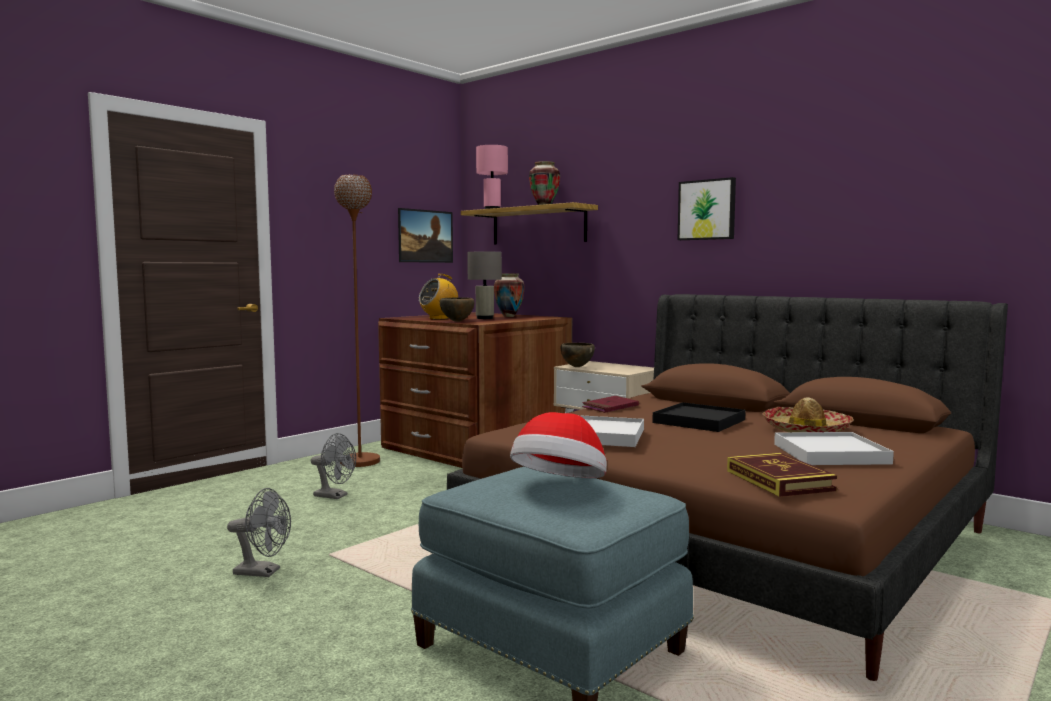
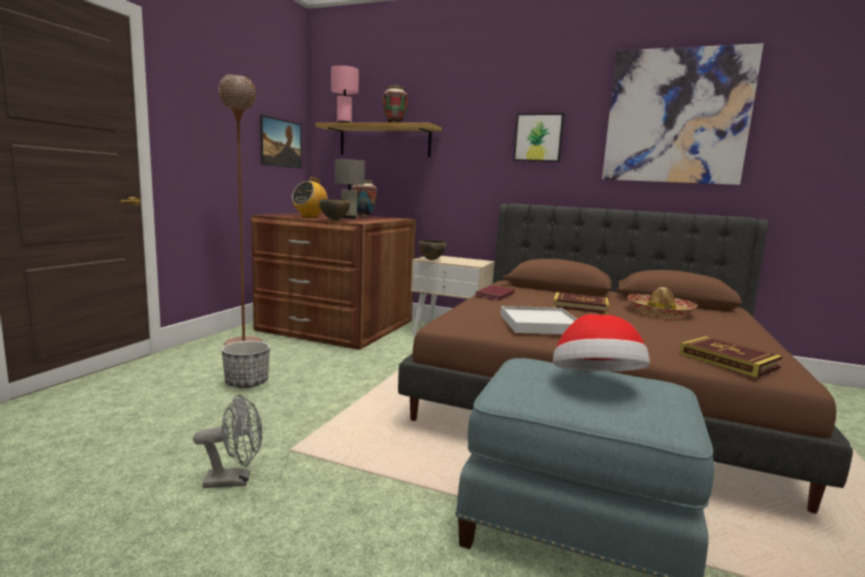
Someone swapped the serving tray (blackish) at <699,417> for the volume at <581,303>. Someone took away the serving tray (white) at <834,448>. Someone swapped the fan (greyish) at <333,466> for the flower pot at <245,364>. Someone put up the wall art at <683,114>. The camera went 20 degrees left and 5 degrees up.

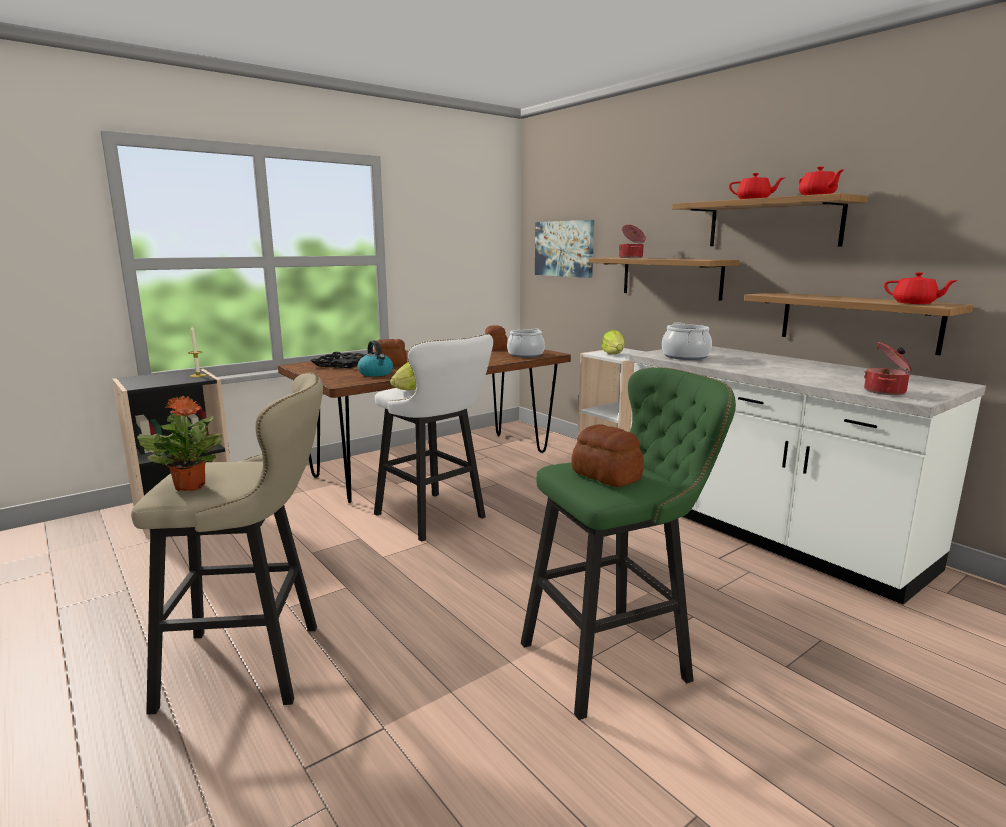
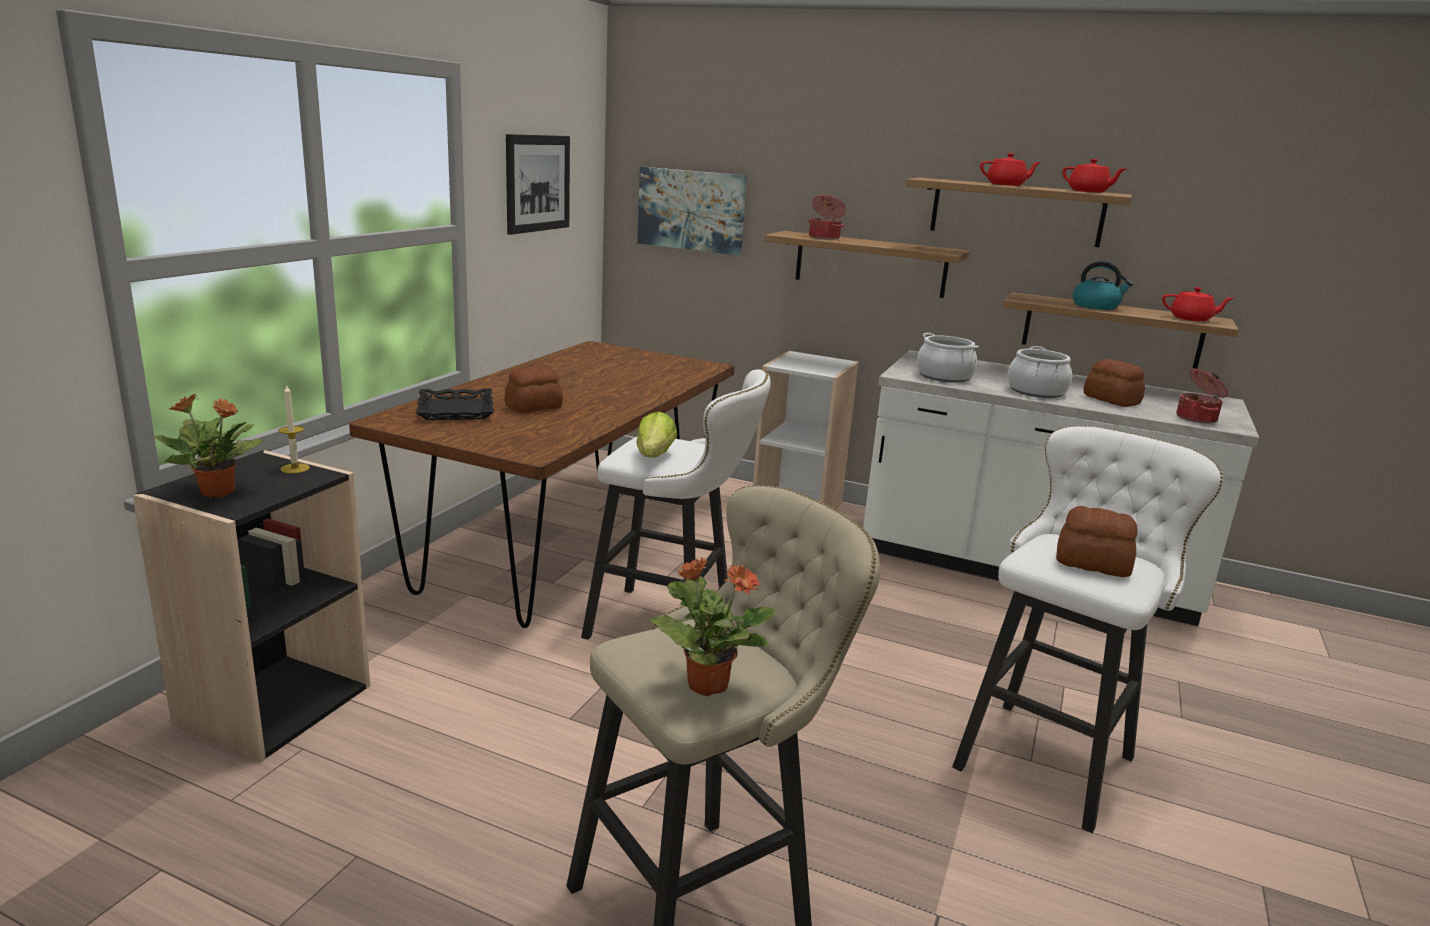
Someone carried the bread from <496,337> to <1114,383>. Someone carried the saucepot from <526,343> to <1039,372>. Someone took away the lettuce head at <613,342>. Someone carried the tea kettle from <375,358> to <1103,285>. Someone repainted the sitting stool (green-coloured) at <628,543>, which became the sitting stool (white) at <1087,629>. Someone put up the wall art at <538,184>. Someone put down the houseplant at <208,446>. The camera went 30 degrees left and 5 degrees up.

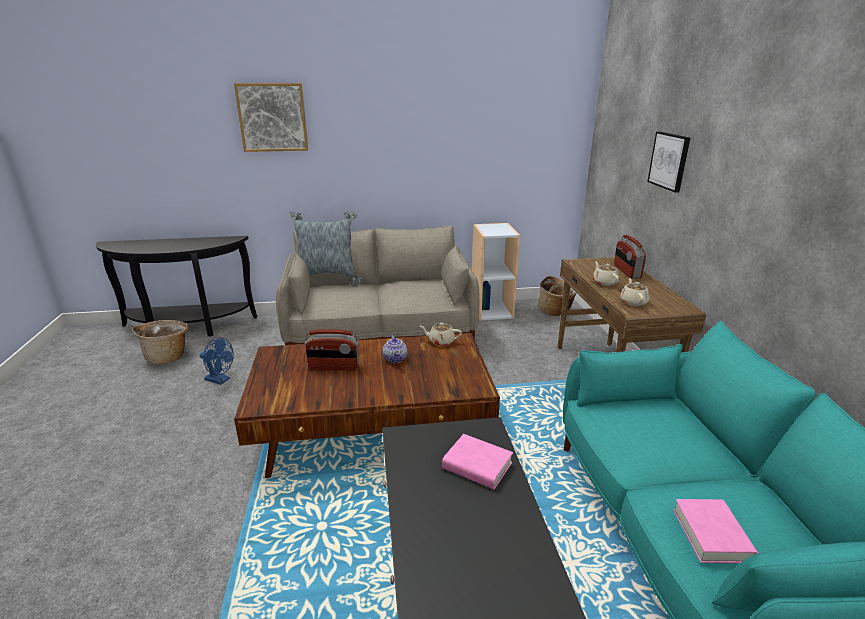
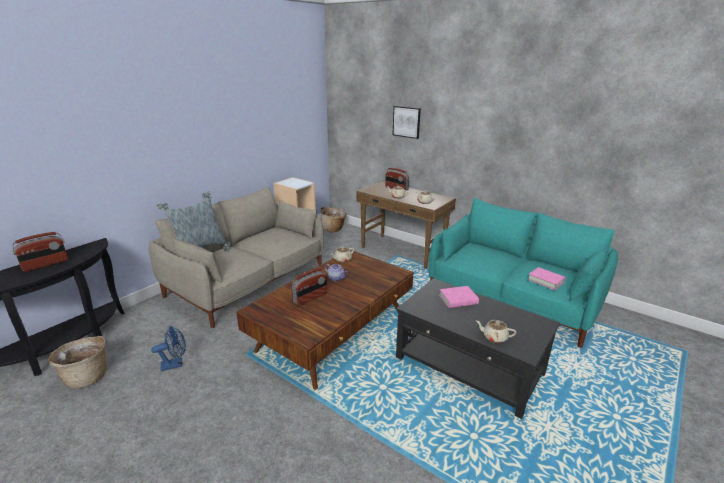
Someone took away the wall art at <271,117>. Someone put down the radio set at <40,252>. Someone put down the pot for tea (sand-coloured) at <496,331>. The camera went 45 degrees left and 0 degrees up.

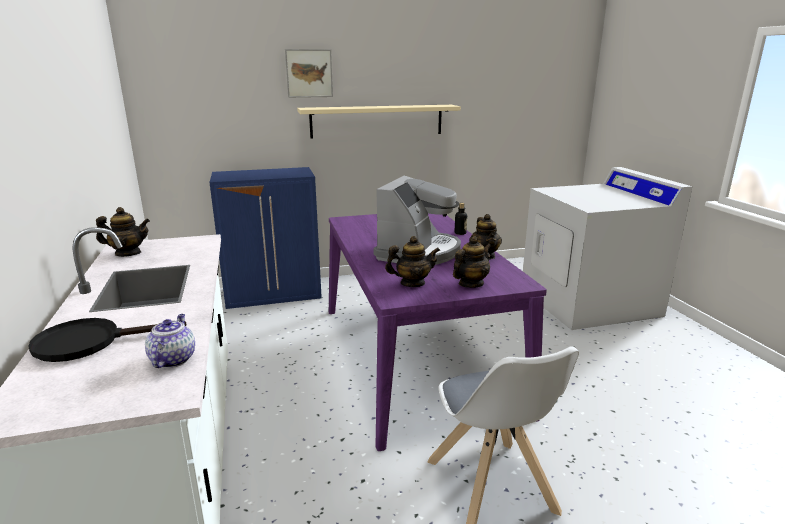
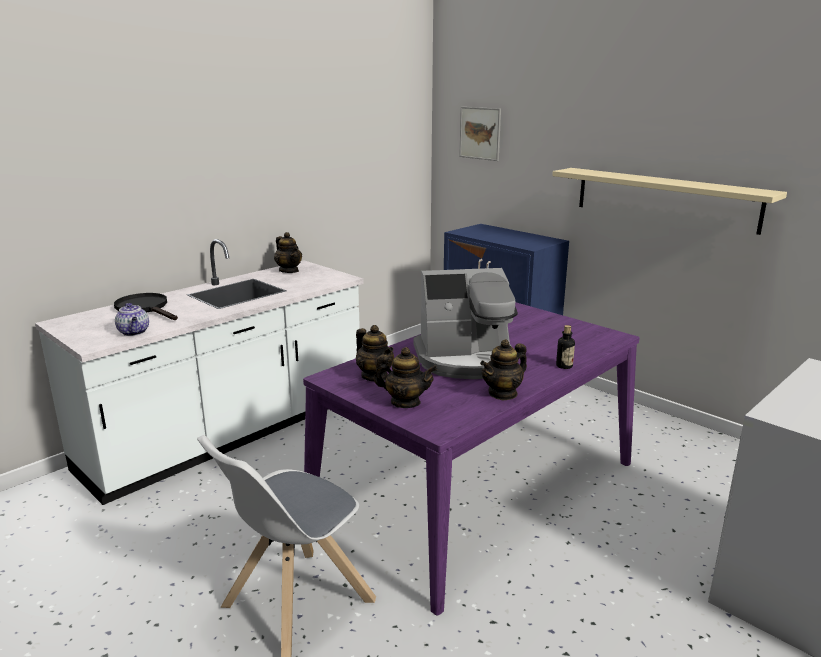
Someone carried the wall art from <309,73> to <480,134>. Someone rotated the pot for tea at <170,341> by 90 degrees clockwise. The camera went 60 degrees right and 0 degrees up.

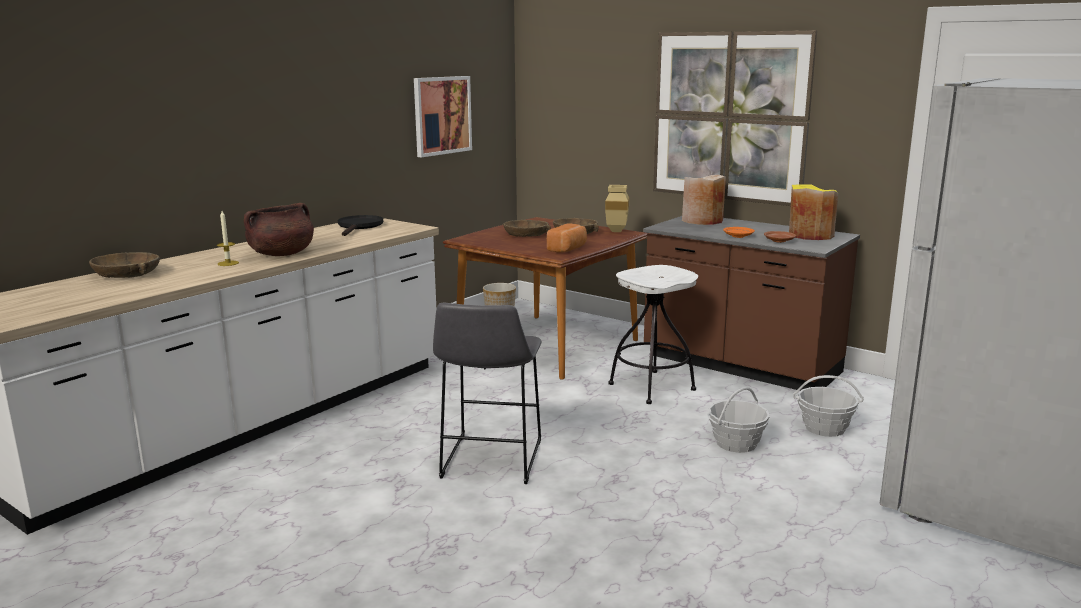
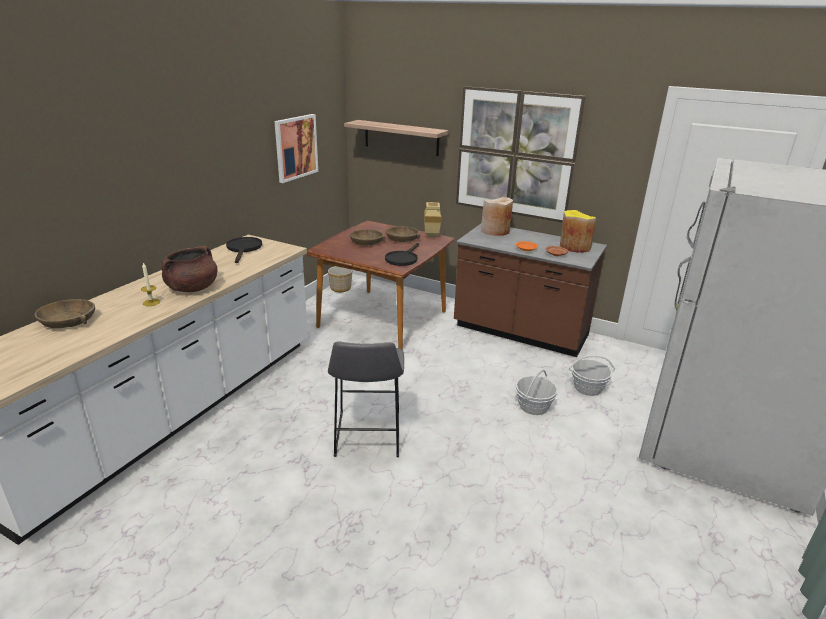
Someone swapped the bread at <567,238> for the frying pan (blackish) at <402,254>. Someone took away the sitting stool (white) at <653,334>. Someone put up the shelf at <396,138>. The camera went 10 degrees left and 10 degrees up.

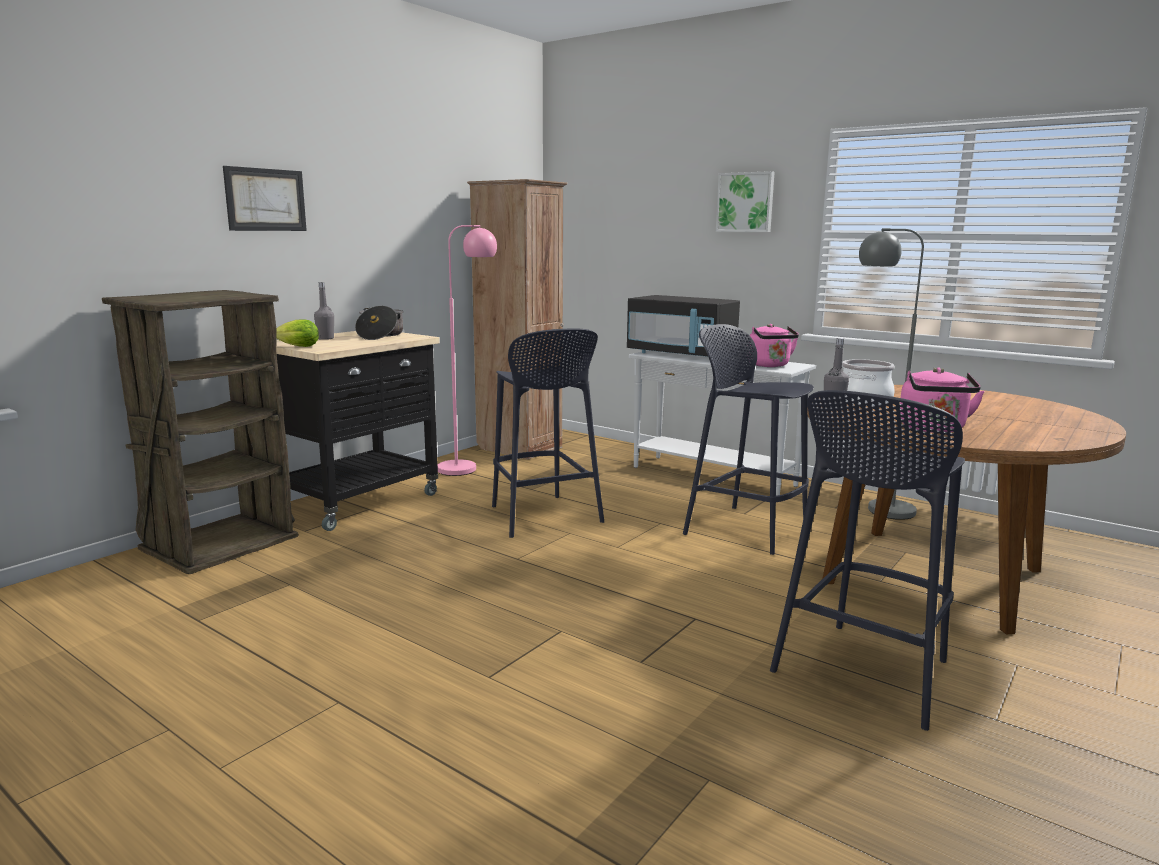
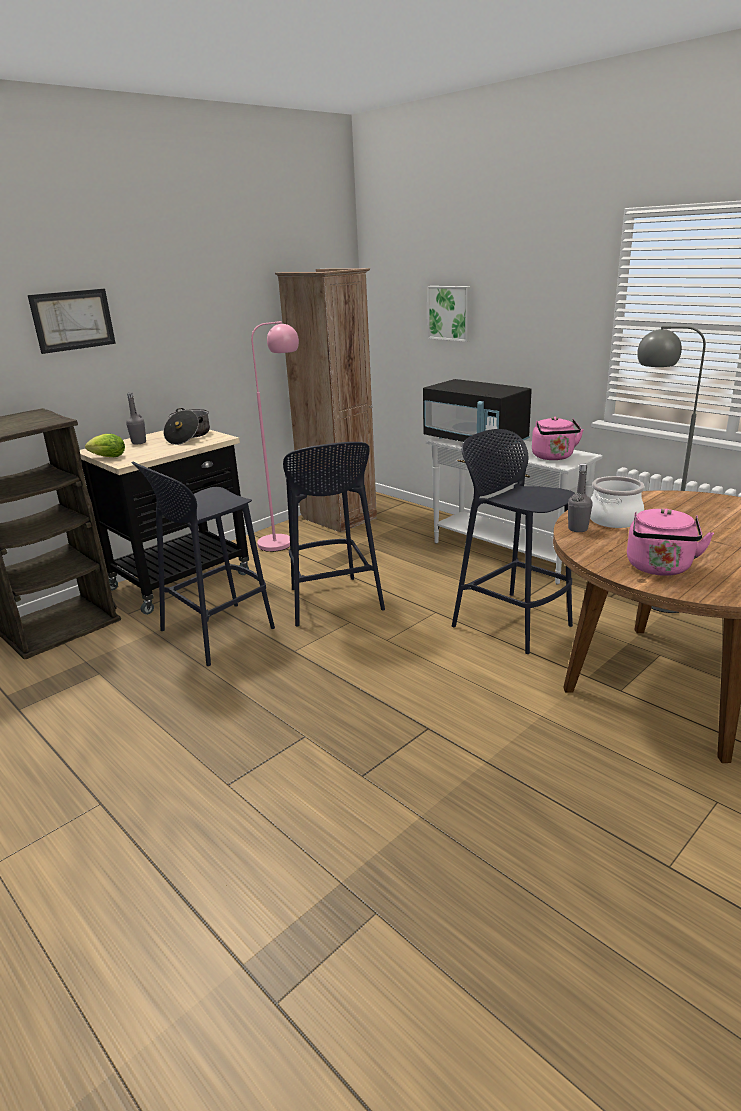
Someone carried the wall art from <745,201> to <449,314>. Someone carried the sitting stool (greyish) from <867,560> to <203,563>. The camera went 10 degrees right and 10 degrees up.

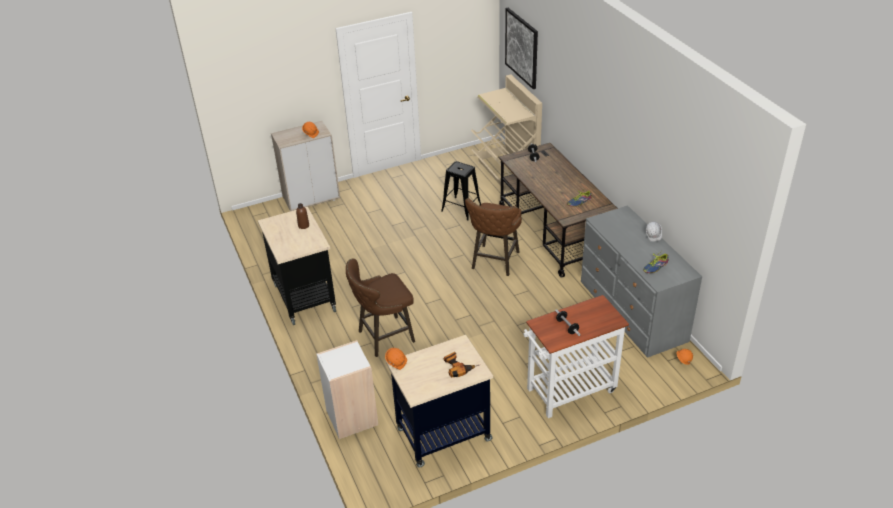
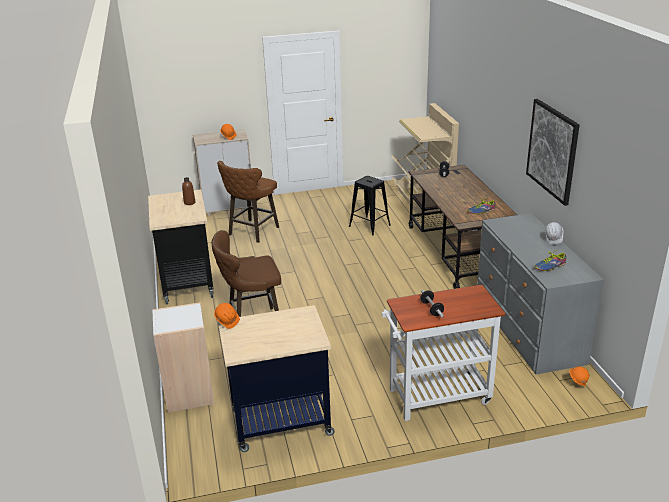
Someone carried the wall art from <521,48> to <553,152>. Someone carried the sitting stool (brown) from <493,237> to <248,202>. Someone took away the drill at <461,365>. The camera went 10 degrees right and 10 degrees down.

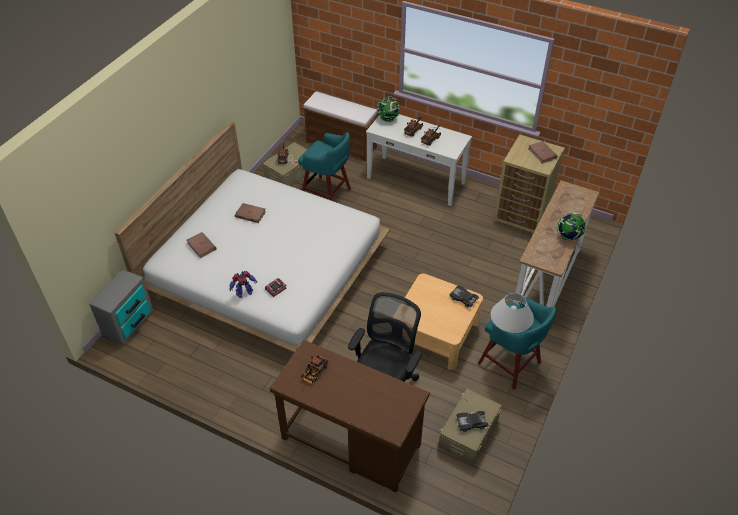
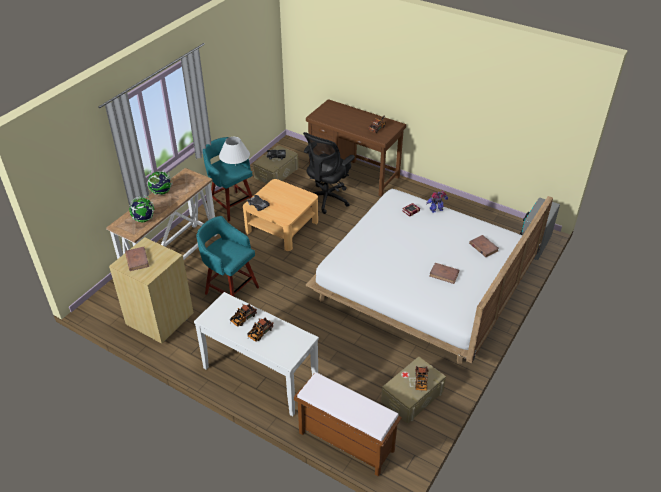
Someone carried the desk globe from <388,109> to <141,208>. Someone carried the sitting stool (turquoise-coloured) from <324,166> to <227,256>. The camera went 175 degrees left and 5 degrees down.

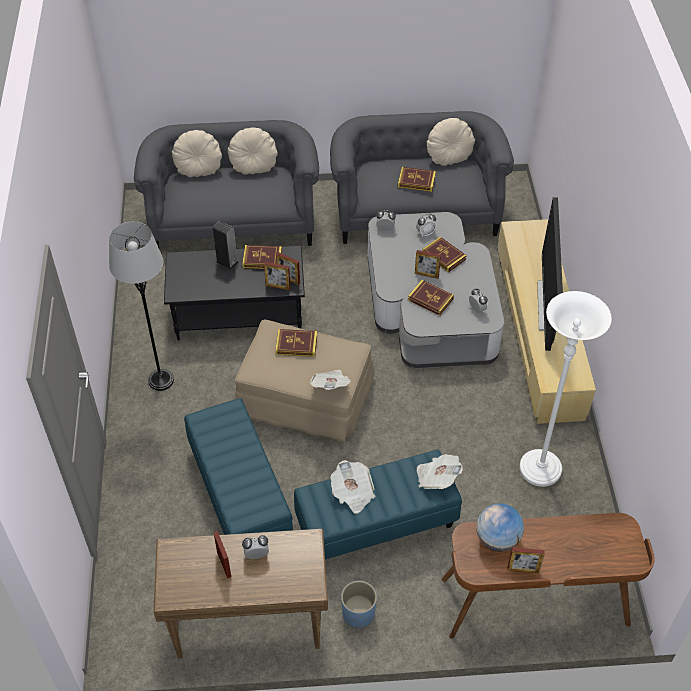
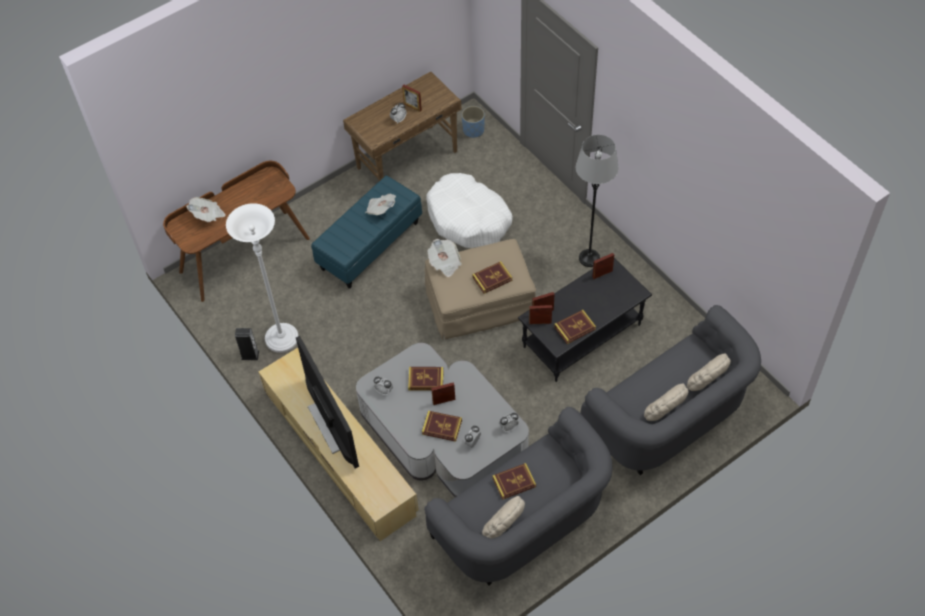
Someone carried the speaker from <226,245> to <247,344>. Someone swapped the ottoman (blue) at <238,466> for the pet bed (white) at <469,210>. Someone carried the printed paper from <440,471> to <206,209>. Someone took away the desk globe at <500,527>. Someone carried the photo frame from <526,560> to <603,266>. Someone carried the flower pot (blue) from <359,604> to <473,122>. The camera went 150 degrees right and 5 degrees up.

